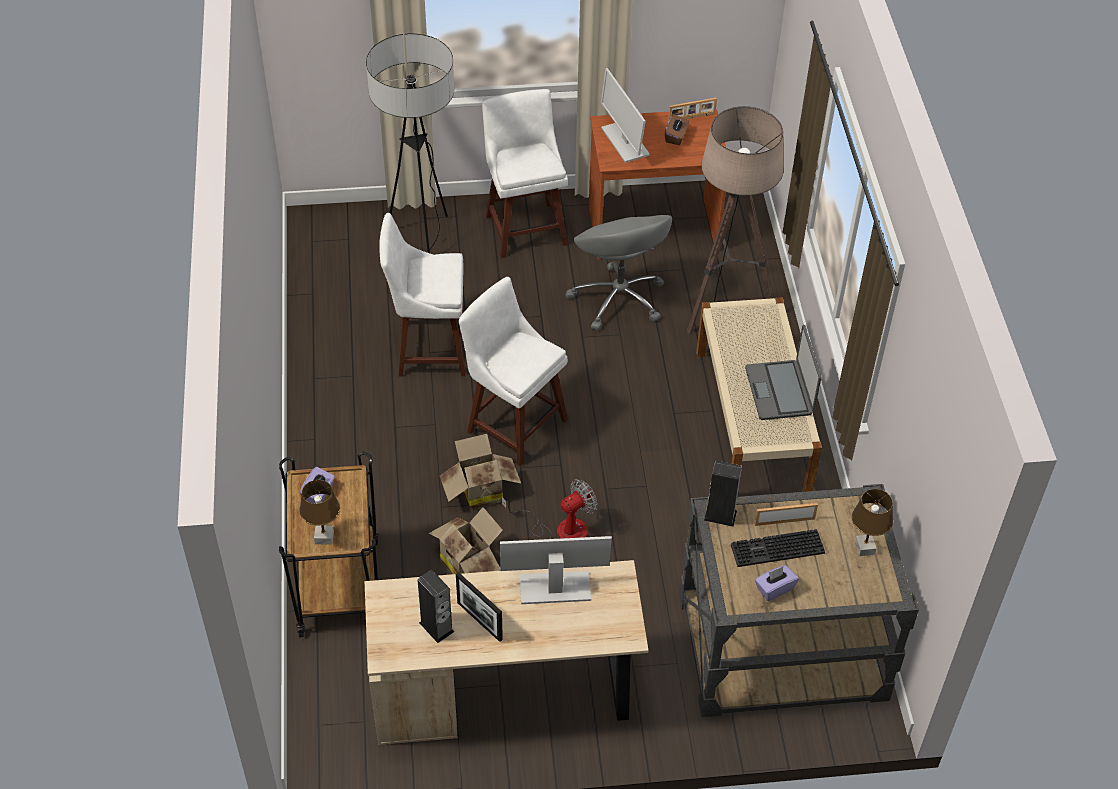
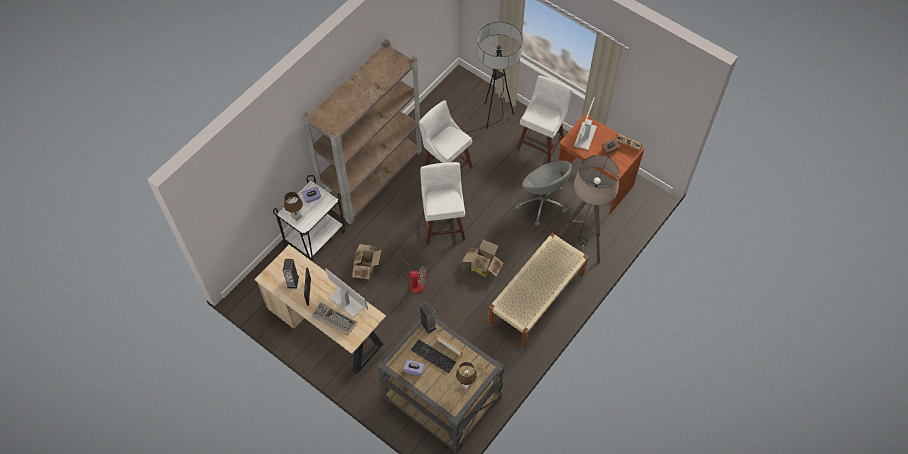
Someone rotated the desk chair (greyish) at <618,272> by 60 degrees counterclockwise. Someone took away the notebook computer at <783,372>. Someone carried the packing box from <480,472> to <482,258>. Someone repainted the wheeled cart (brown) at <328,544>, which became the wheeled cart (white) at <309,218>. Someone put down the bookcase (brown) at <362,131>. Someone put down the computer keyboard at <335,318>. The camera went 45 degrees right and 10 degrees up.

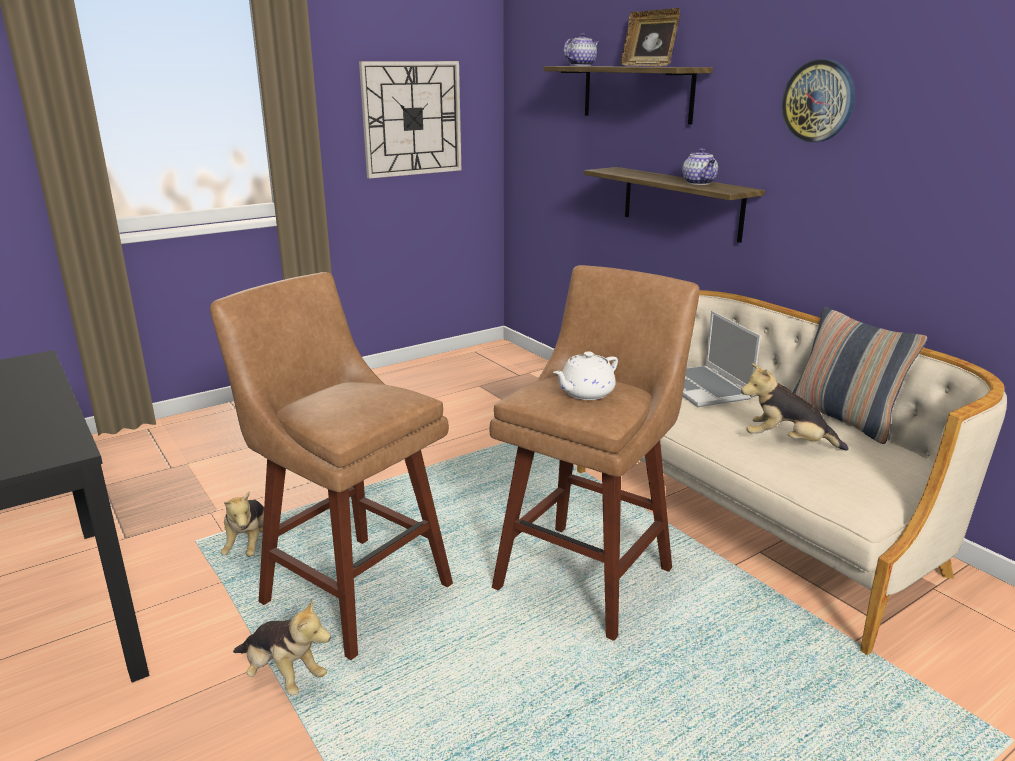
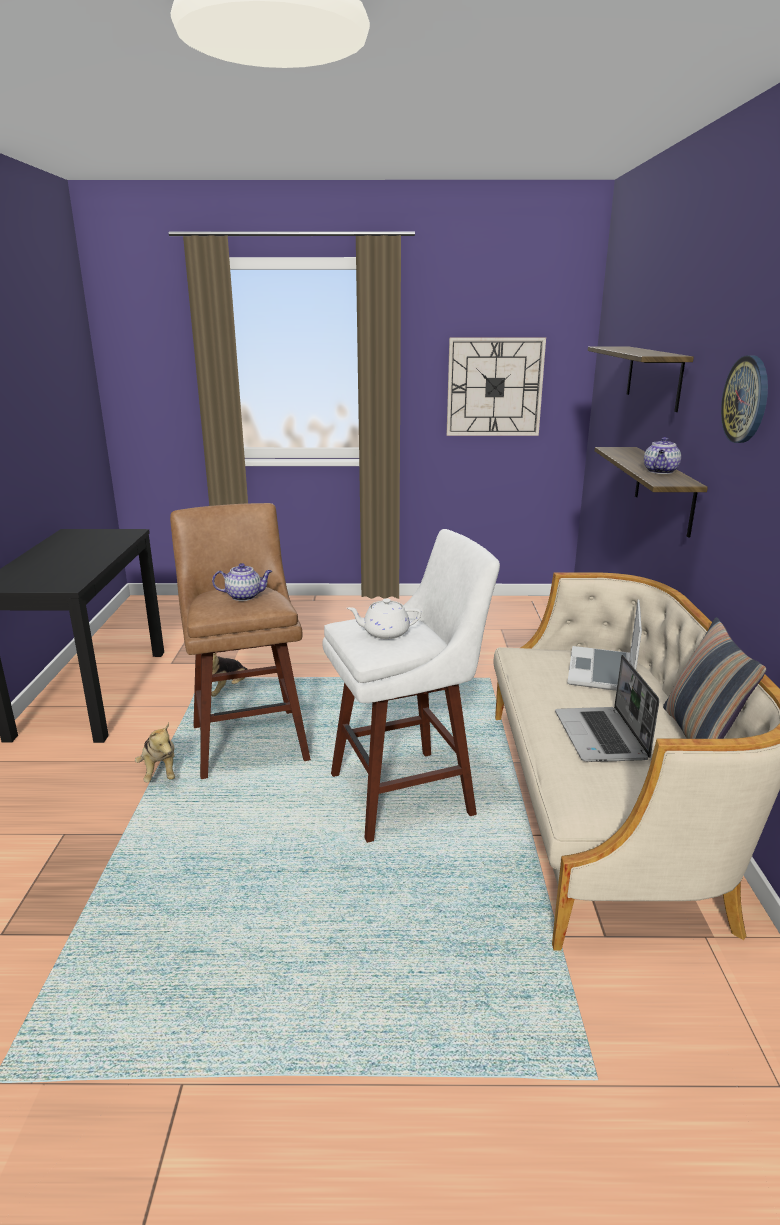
Someone took away the photo frame at <650,37>. Someone carried the pot for tea from <581,49> to <242,582>. Someone repainted the sitting stool (brown) at <595,453>, which became the sitting stool (white) at <411,686>. Someone swapped the plush toy at <795,407> for the notebook computer at <607,708>. The camera went 35 degrees right and 0 degrees up.

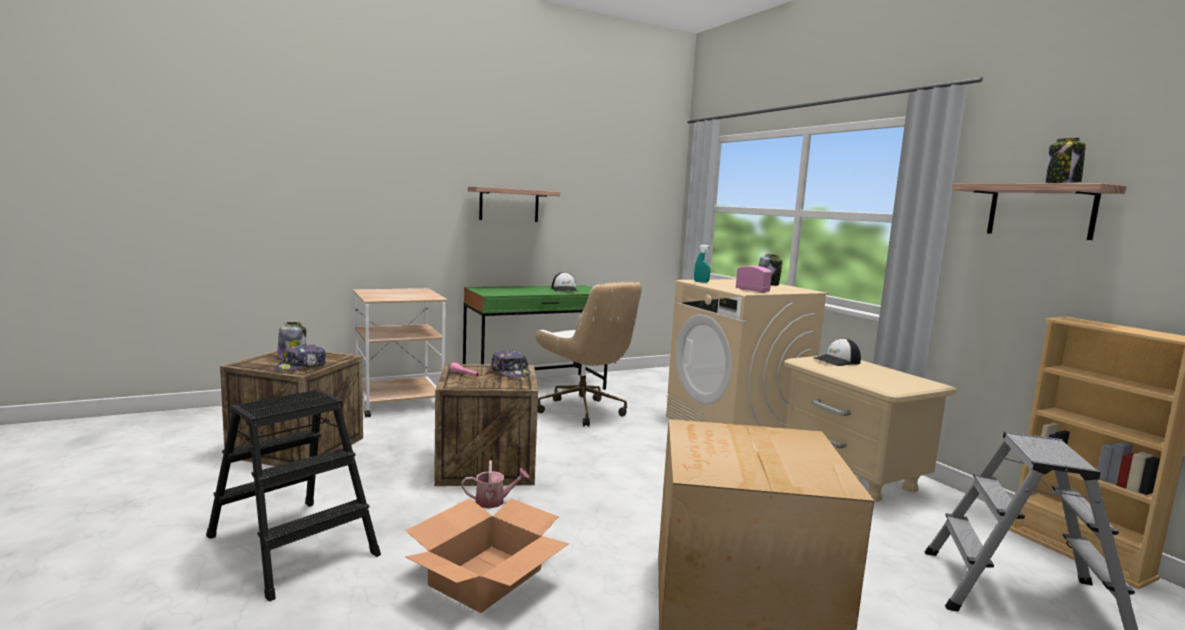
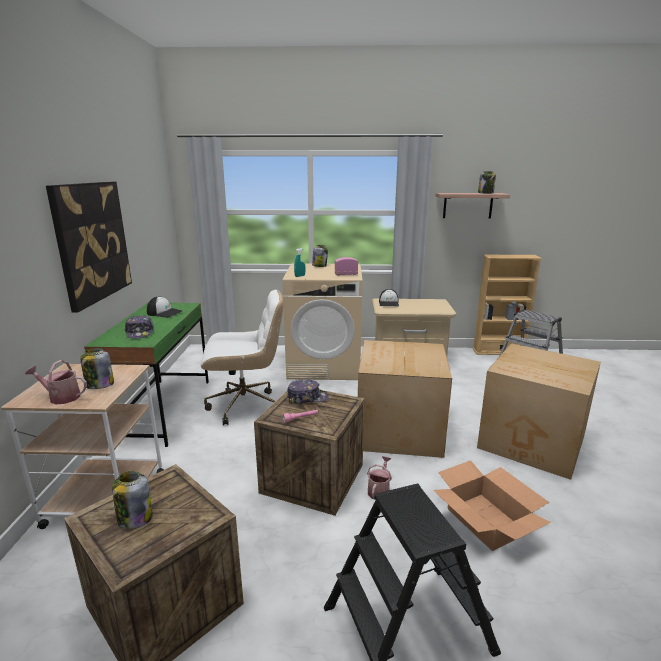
Someone swapped the shelf at <514,204> for the wall art at <89,247>. Someone carried the baseball cap from <300,358> to <139,326>. Someone put down the packing box at <405,399>. Someone put down the jar at <97,368>. Someone put down the watering can at <56,382>. The camera went 60 degrees left and 10 degrees up.

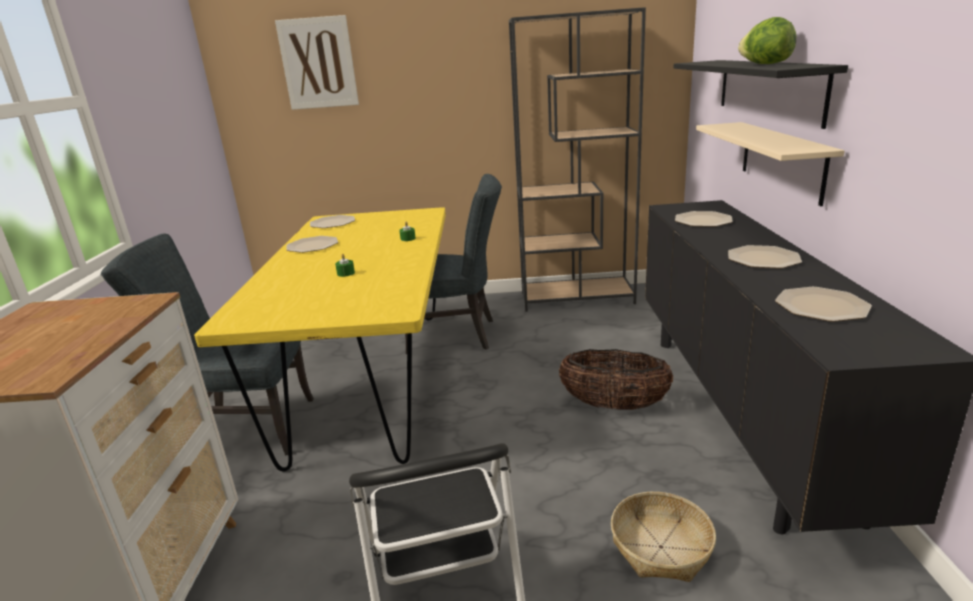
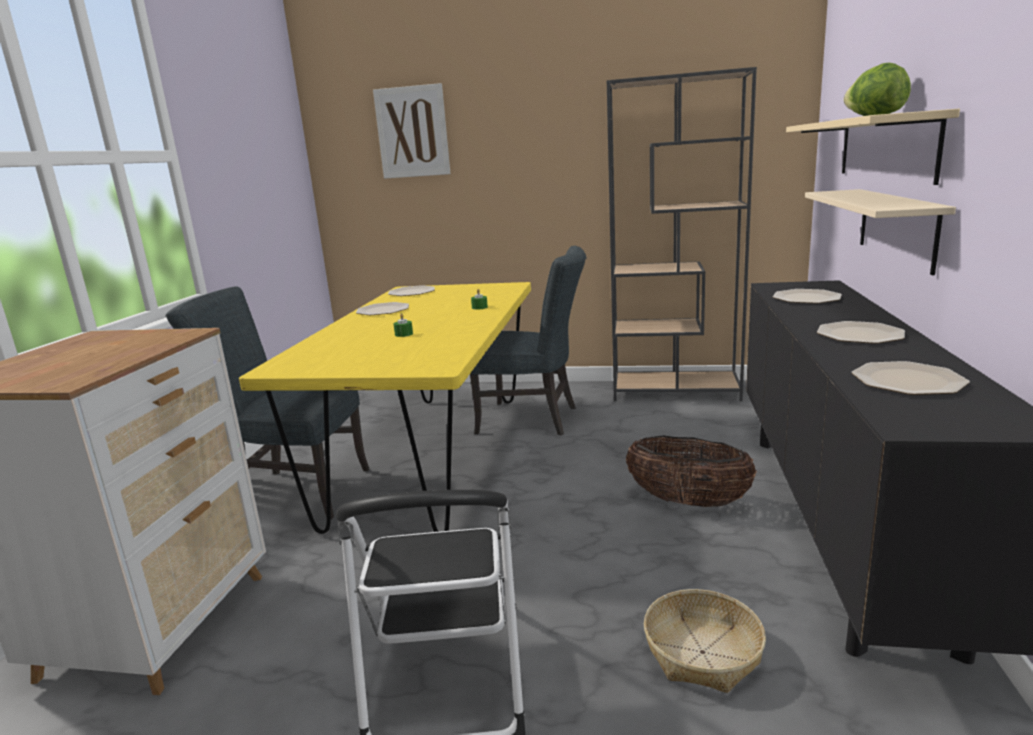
Someone repainted the shelf (blackish) at <760,94>, which became the shelf (sand-coloured) at <873,147>. The camera went 10 degrees right and 5 degrees down.

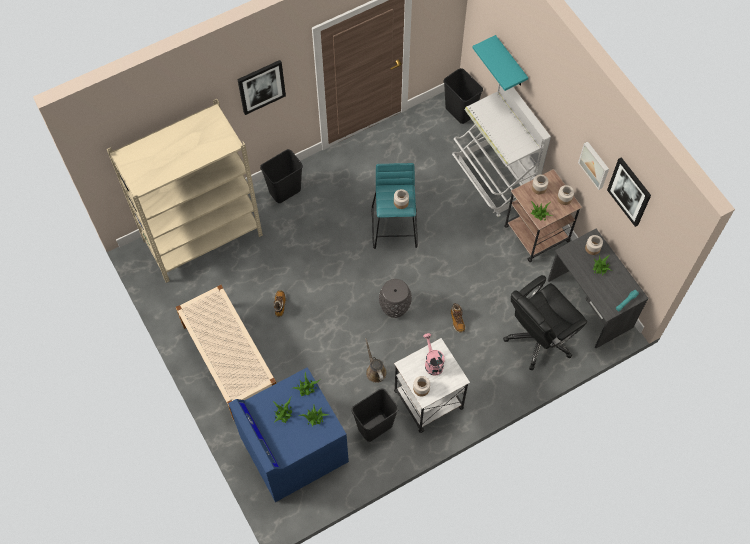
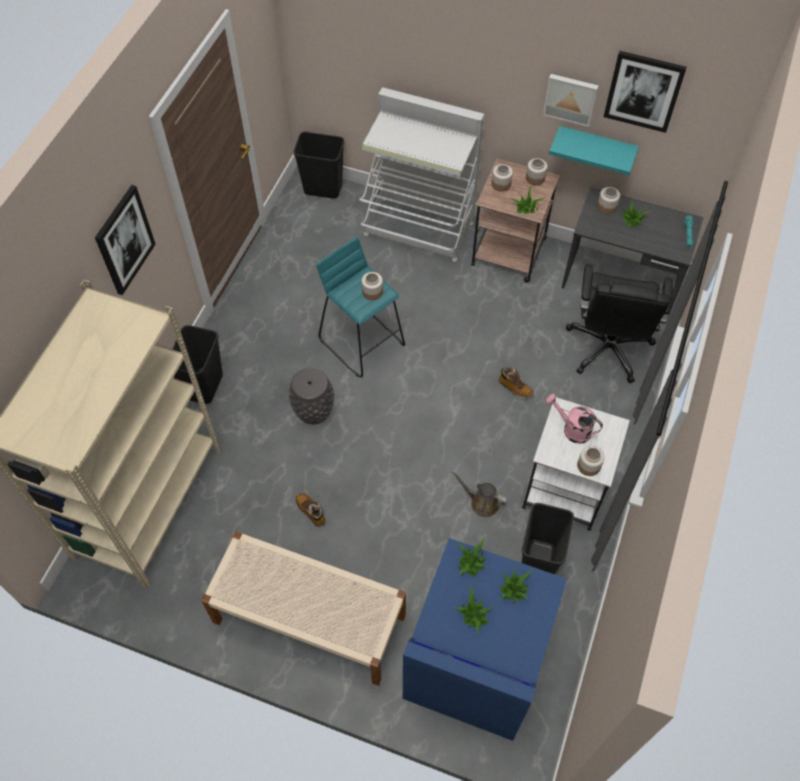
Someone carried the shelf (turquoise-coloured) from <500,63> to <594,150>. Someone carried the sitting stool (greyish) from <395,298> to <311,396>. The camera went 40 degrees left and 5 degrees down.

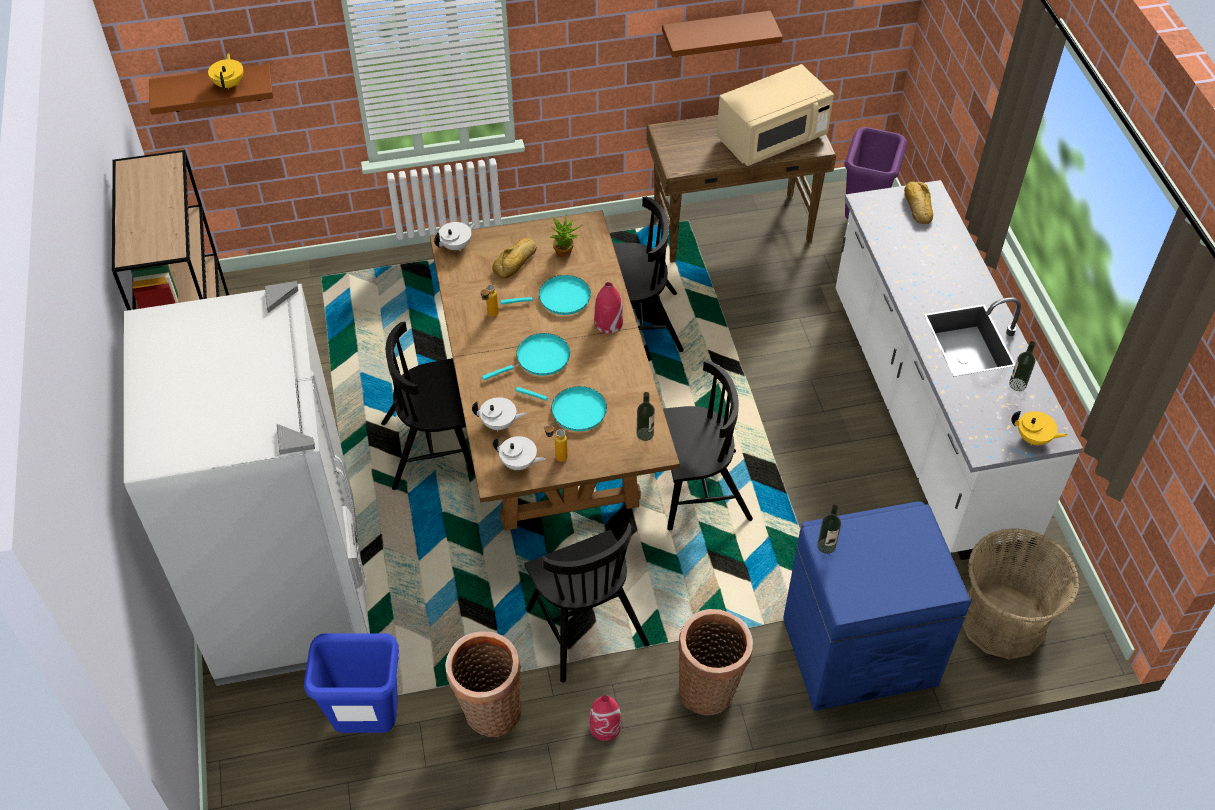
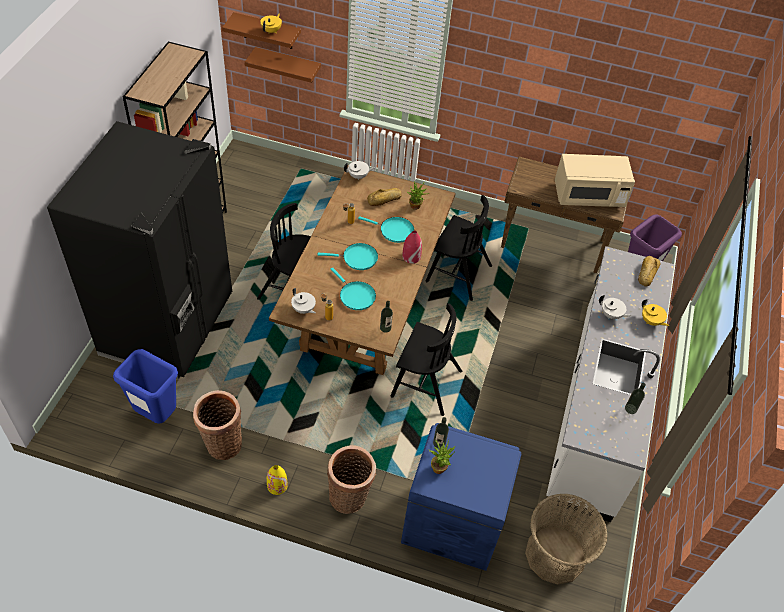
Someone carried the shelf (brown) from <722,34> to <282,65>. Someone repainted the refrigerator (white) at <247,483>, which became the refrigerator (blackish) at <139,250>. Someone carried the pot for tea (white) from <499,414> to <615,307>. Someone carried the pot for tea (yellow-coloured) from <1039,428> to <655,312>. Someone took away the chair (blackish) at <586,602>. Someone repainted the flower vase (red-coloured) at <605,718>, which became the flower vase (yellow-coloured) at <277,480>. Someone put down the houseplant at <442,457>. The camera went 25 degrees right and 0 degrees up.

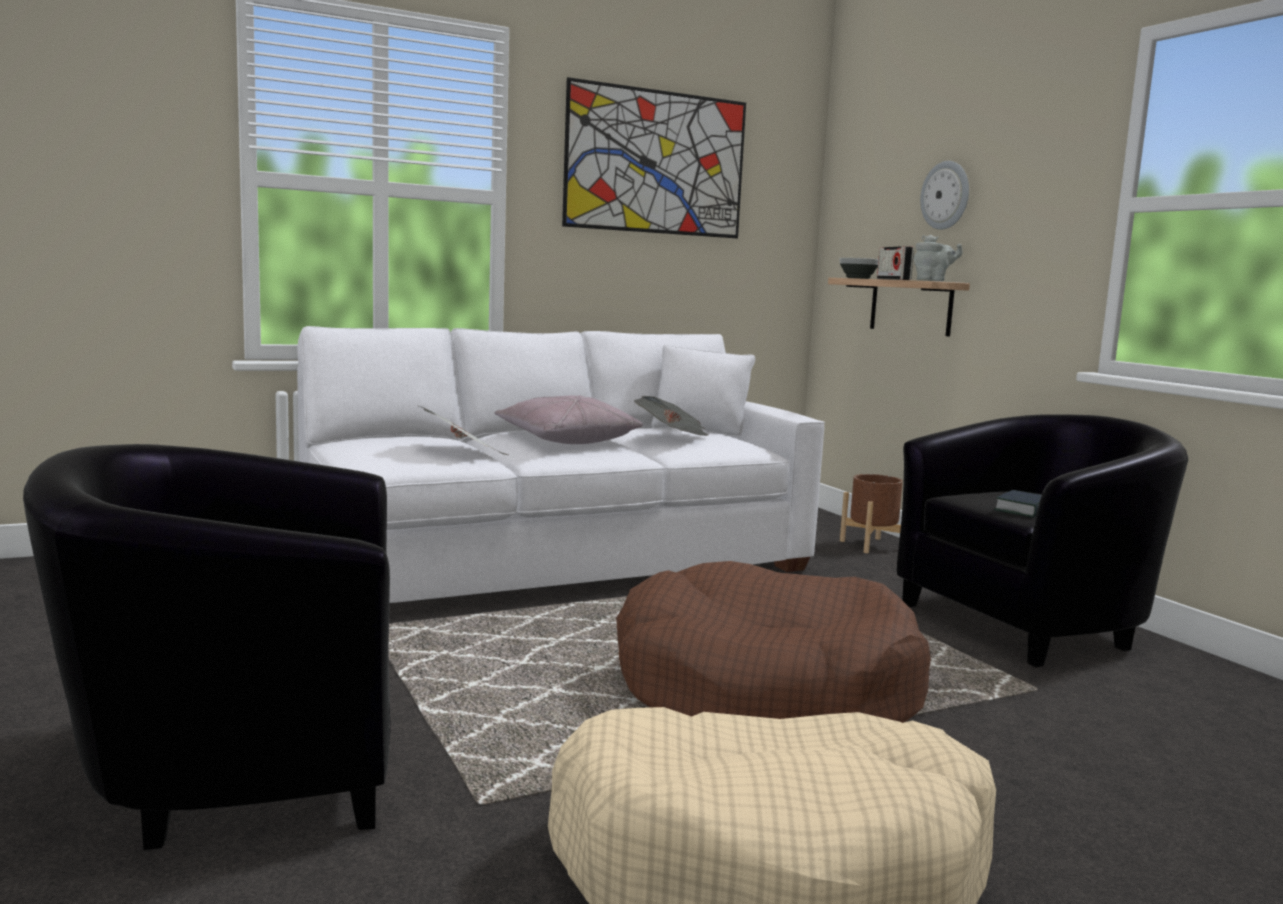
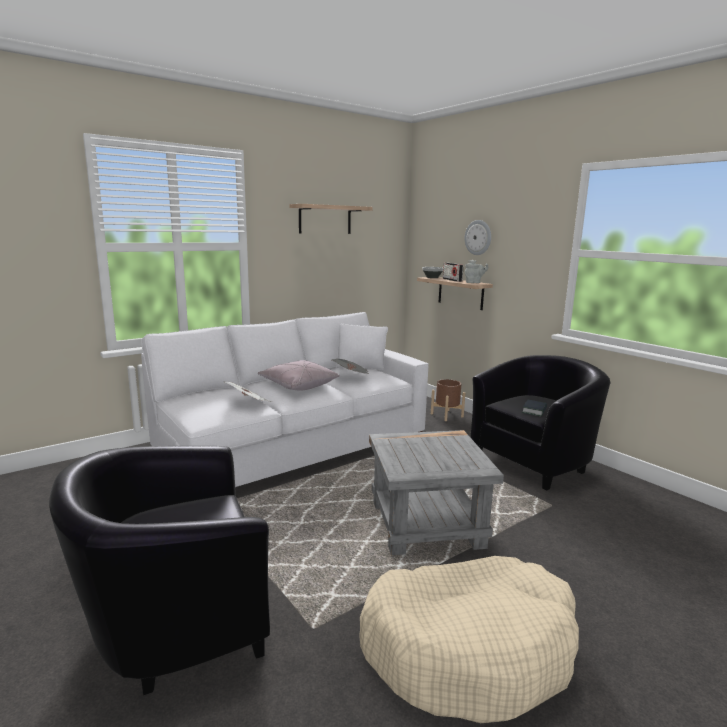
Someone swapped the wall art at <654,157> for the shelf at <331,219>. Someone swapped the pet bed (brown) at <773,642> for the end table (greyish) at <436,492>. The camera went 10 degrees left and 5 degrees up.

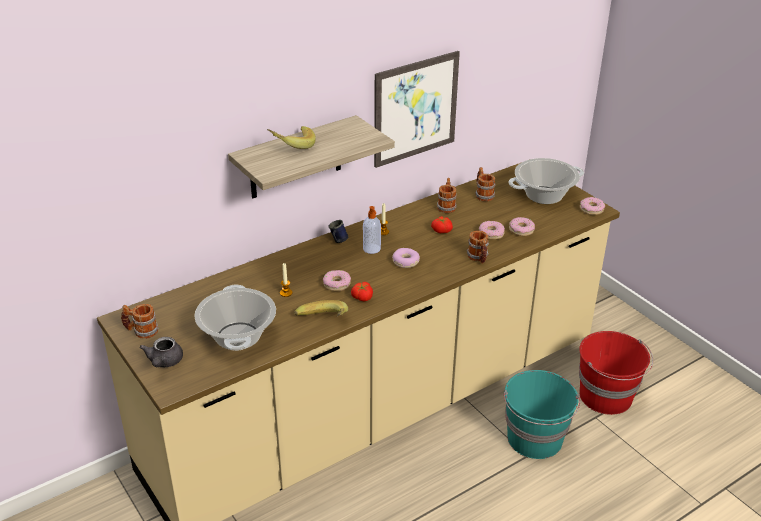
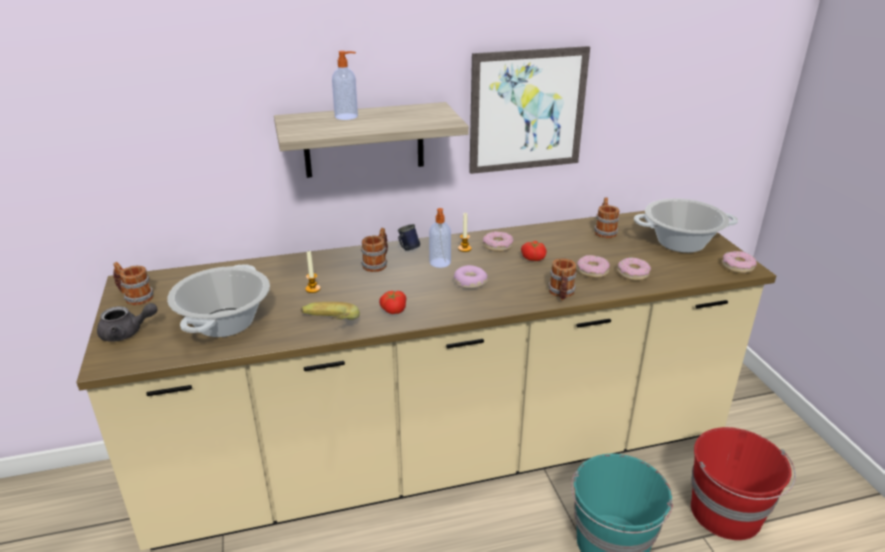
Someone swapped the whole banana at <291,137> for the liquid soap bottle at <345,85>. Someone carried the tea mug from <447,195> to <374,250>. Someone carried the ring doughnut from <337,280> to <498,241>. Someone rotated the pot for tea (greyish) at <161,352> by 120 degrees counterclockwise. The camera went 20 degrees right and 5 degrees down.

